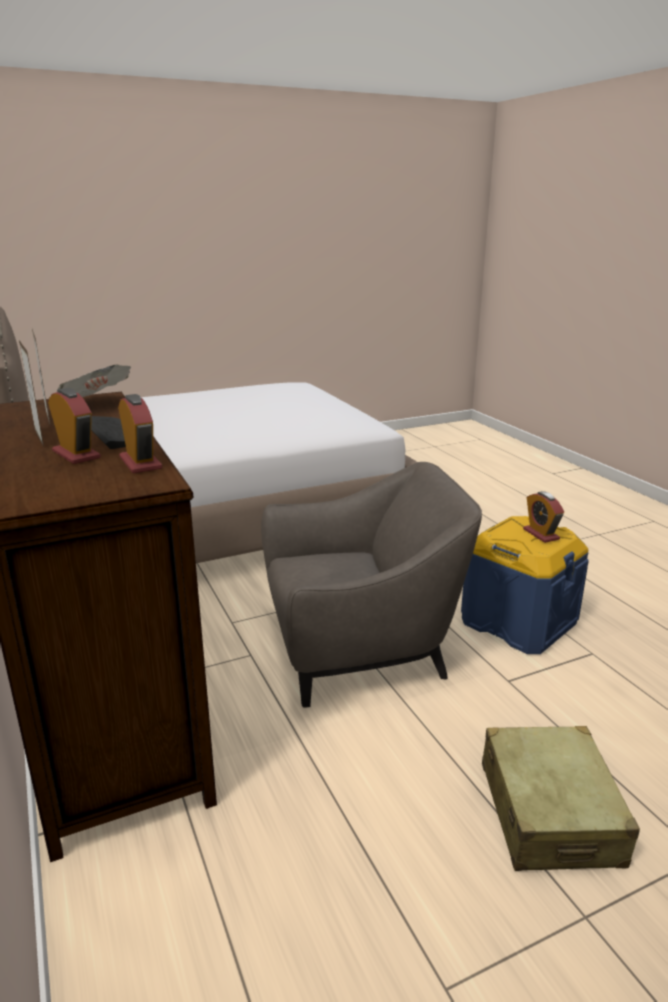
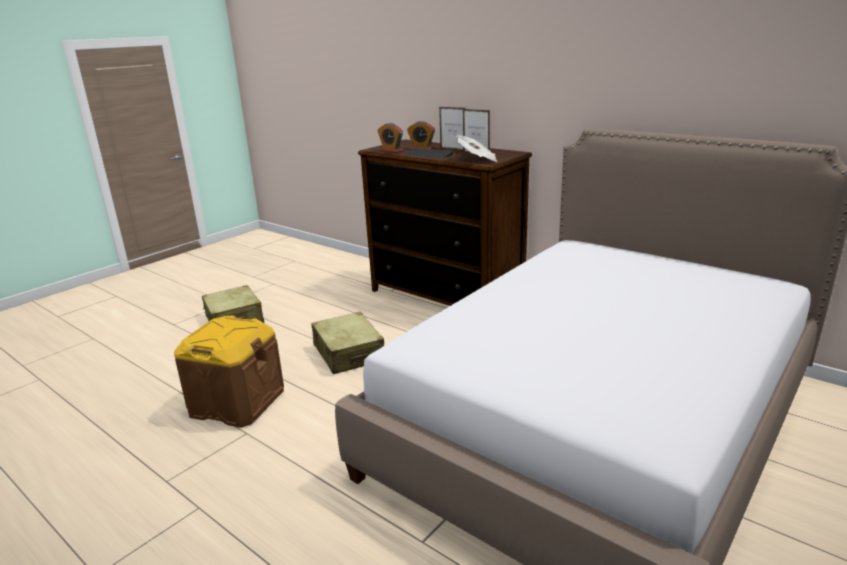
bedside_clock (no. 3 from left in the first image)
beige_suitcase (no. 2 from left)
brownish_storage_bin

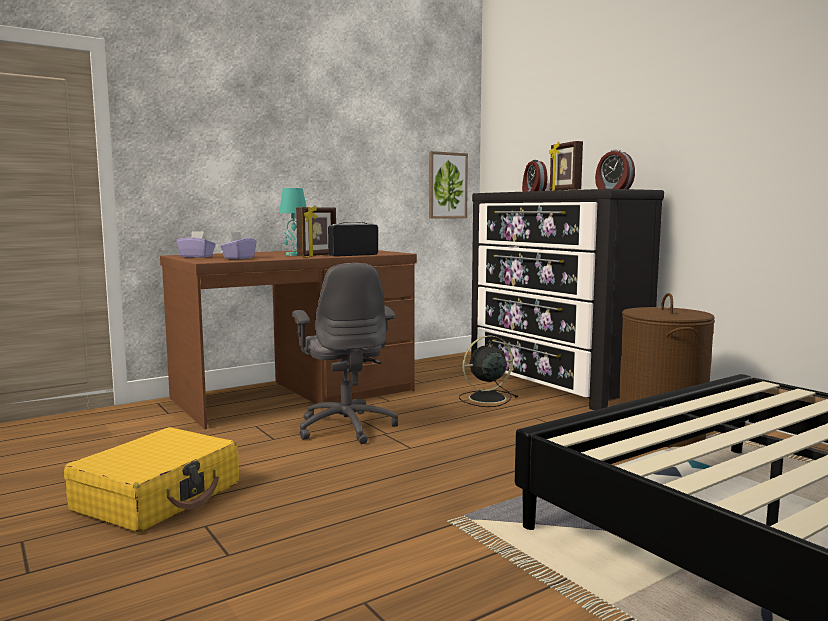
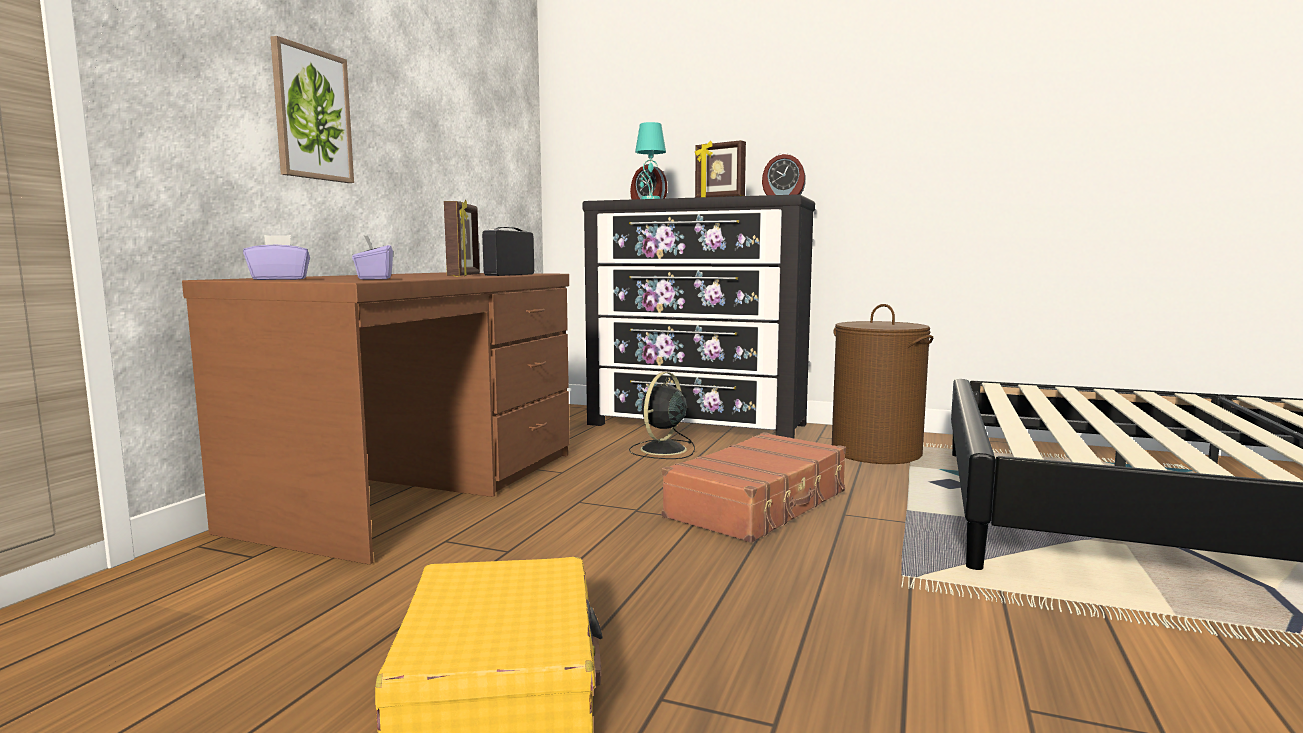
gray_computer_chair
brownish_suitcase
blue-green_table_lamp
wall_picture

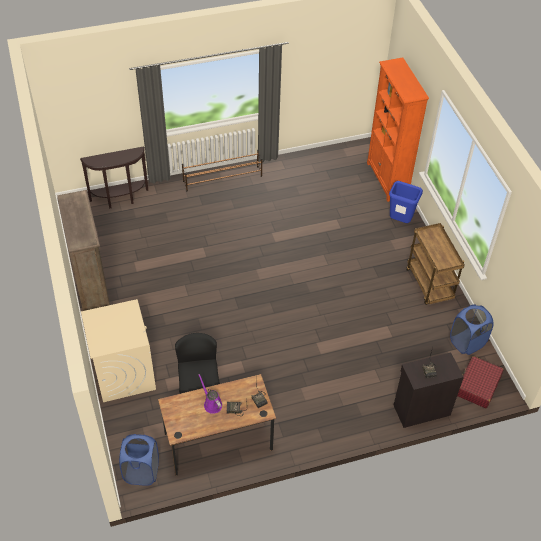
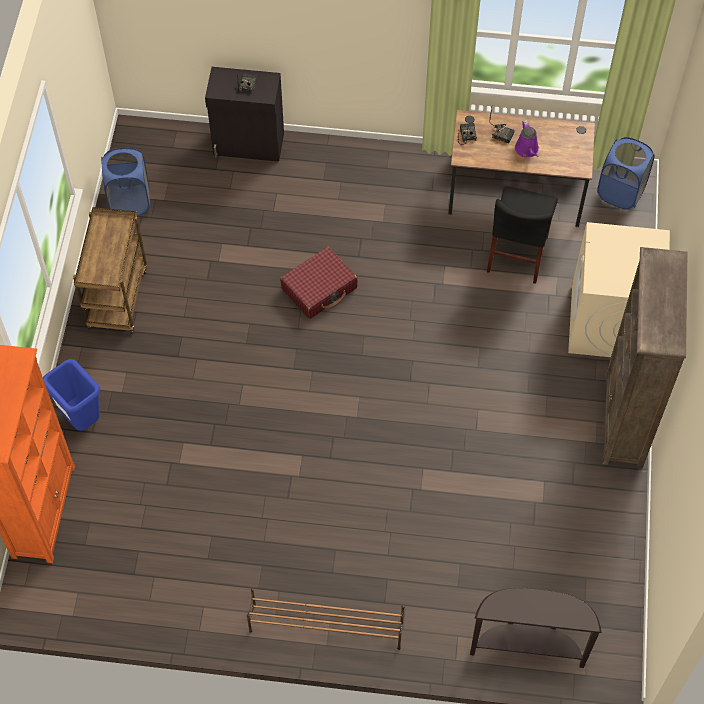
reddish_suitcase

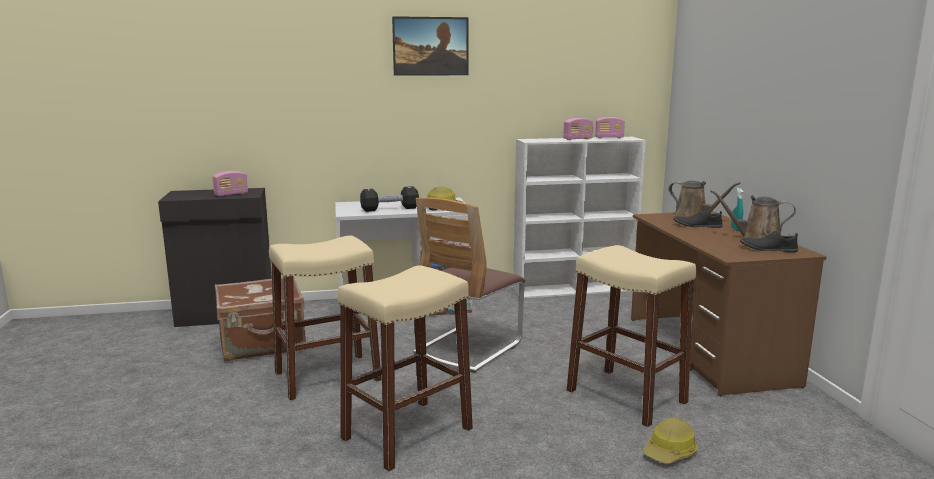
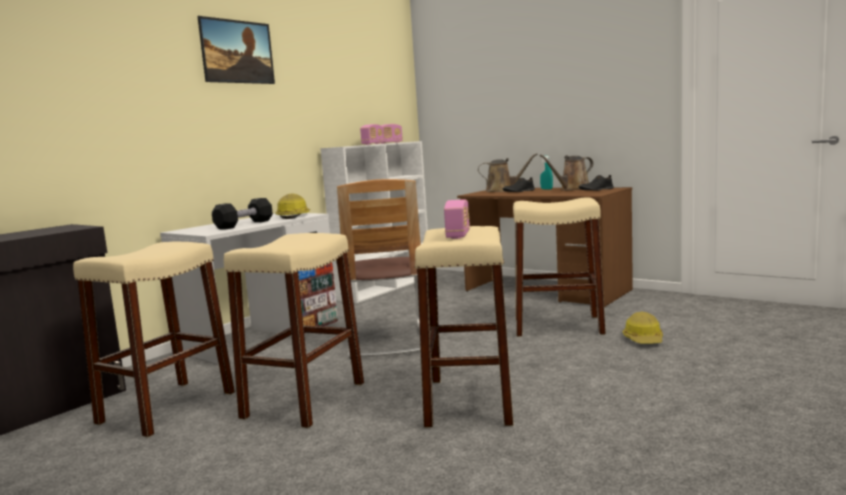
radio_receiver (no. 3 from left)
beige_stool (no. 1 from left)

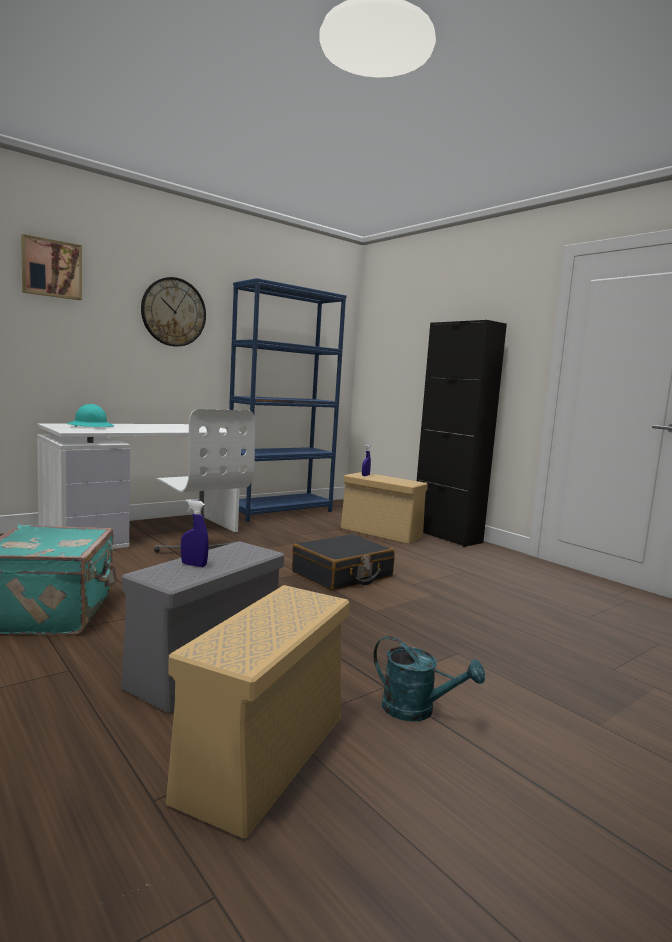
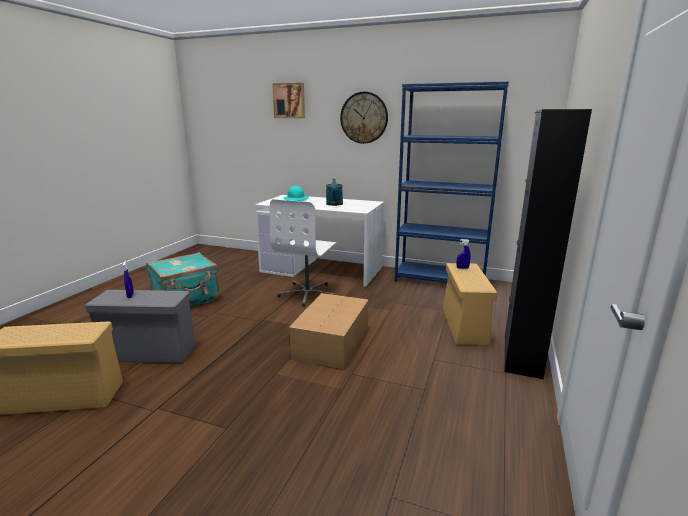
blue-green_sprinkling_can
packing_box

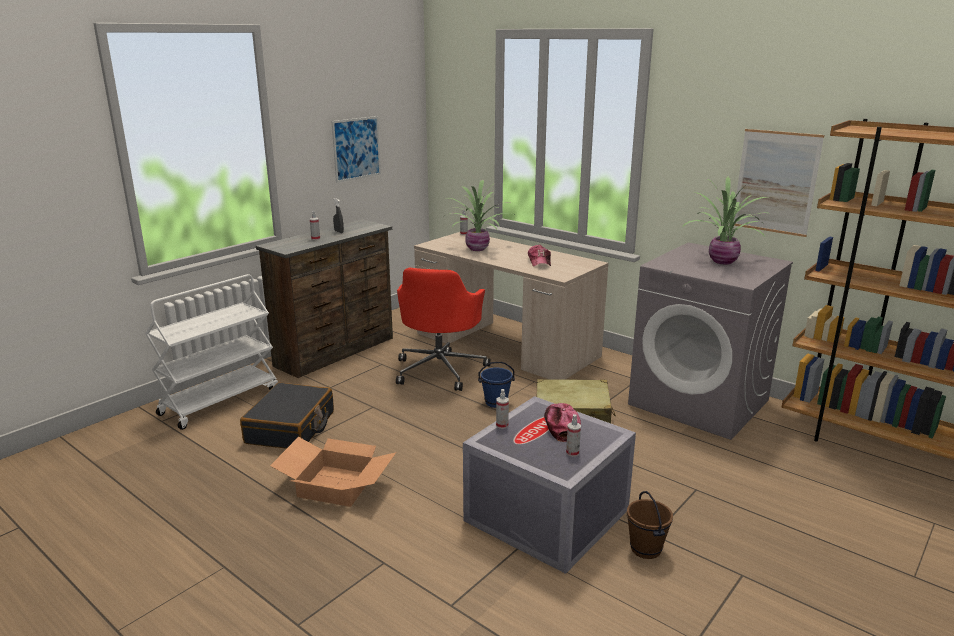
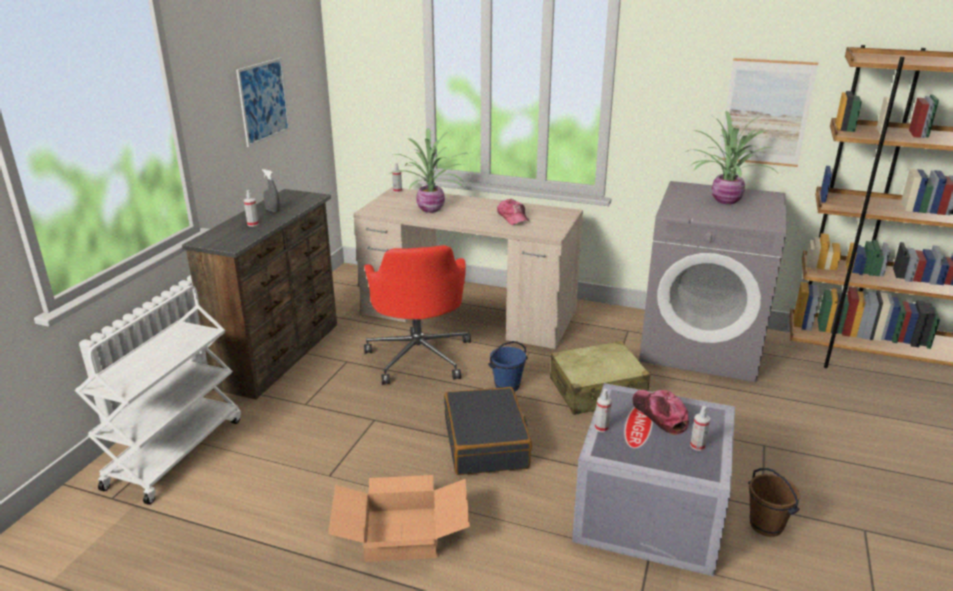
blackish_suitcase

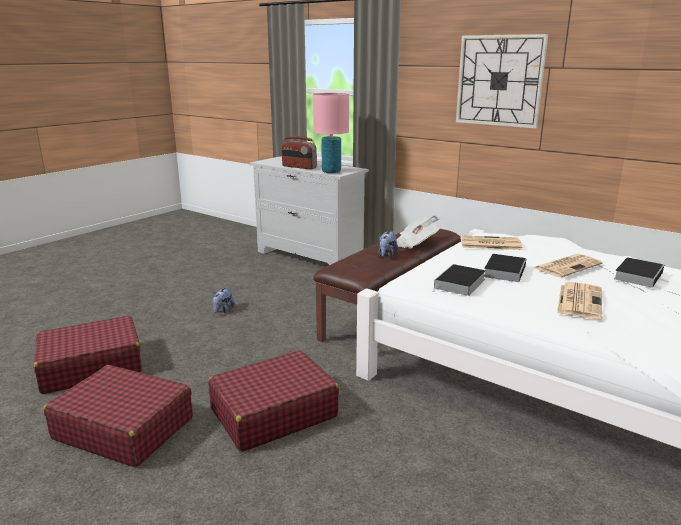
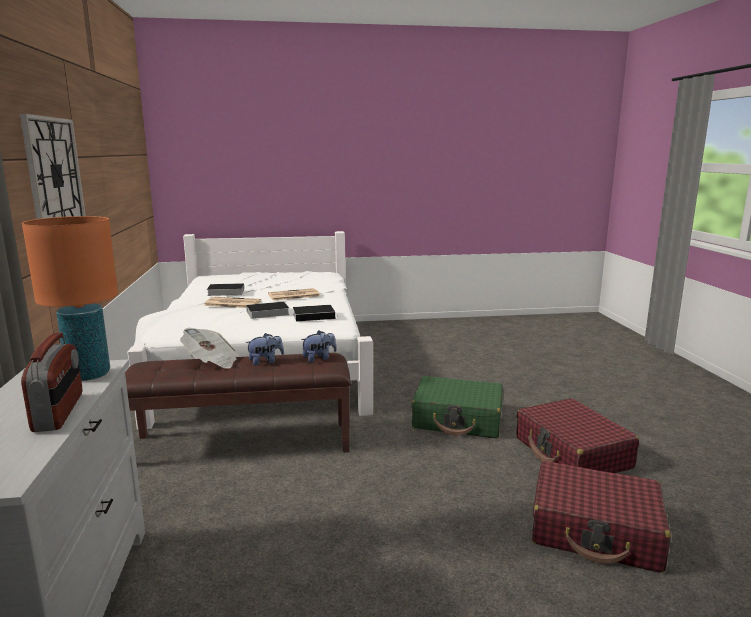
printed_paper (no. 2 from left in the first image)
cuddly_toy (no. 2 from left)
greenish_suitcase
orange_table_lamp

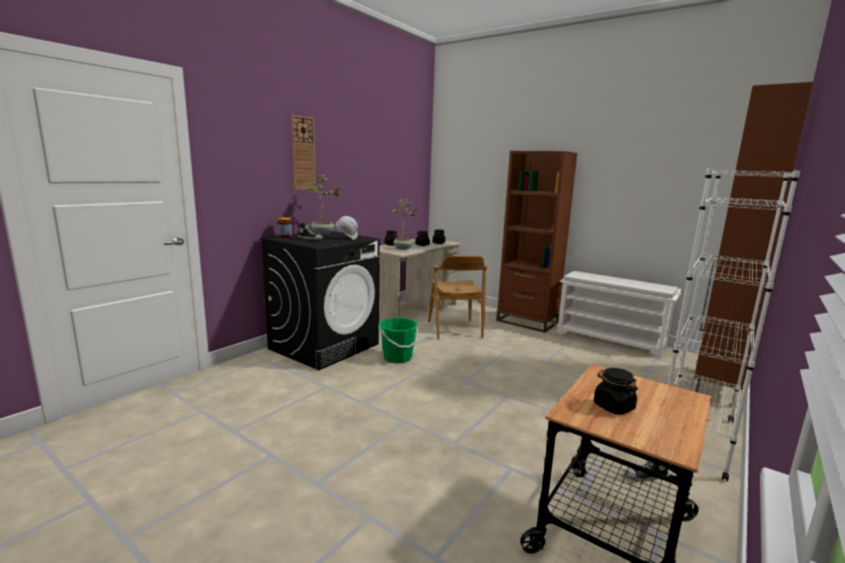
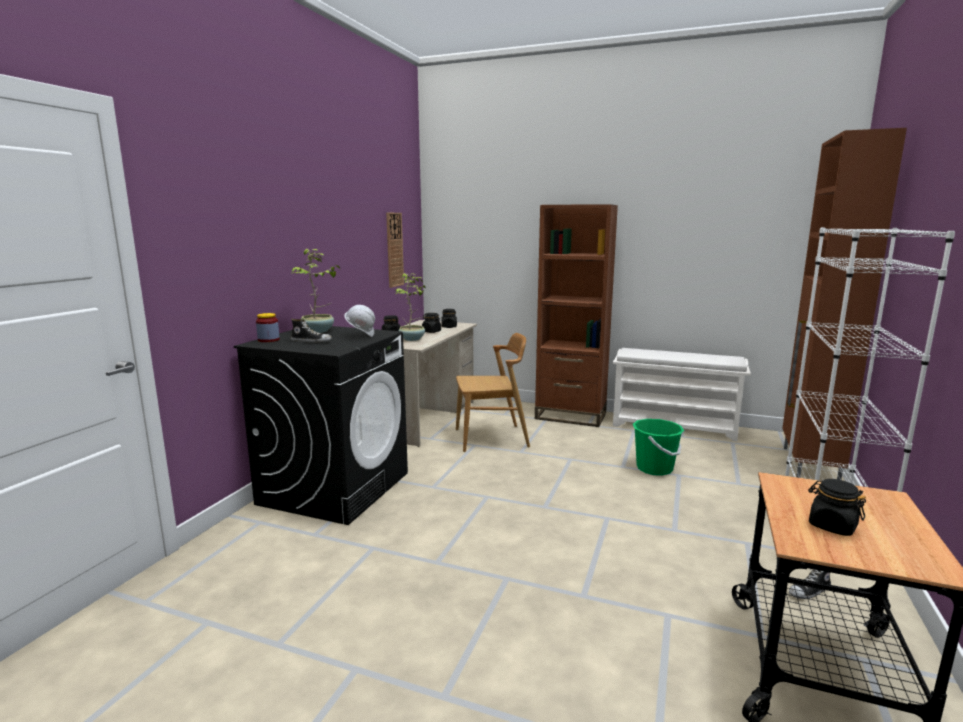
clock_on_the_wall
greenish_water_bucket
brownish_plain_chair

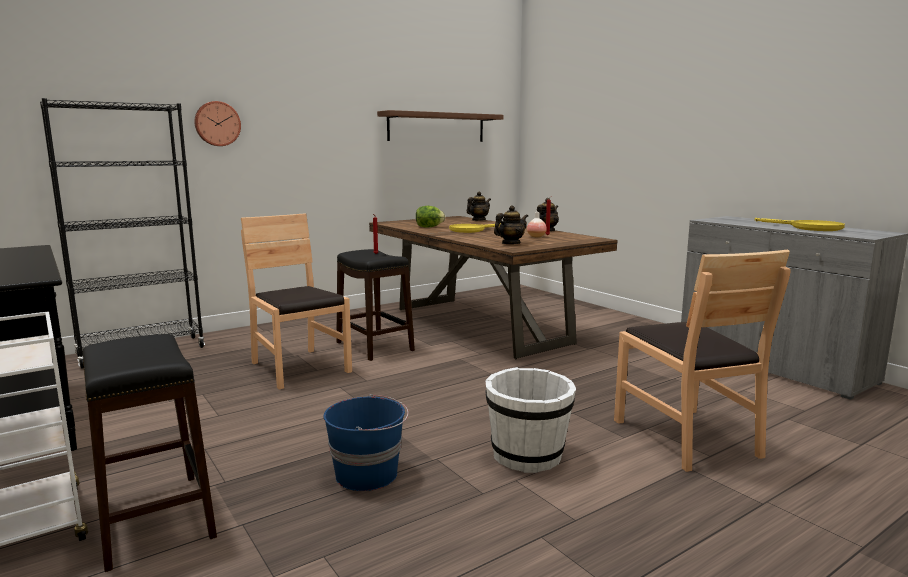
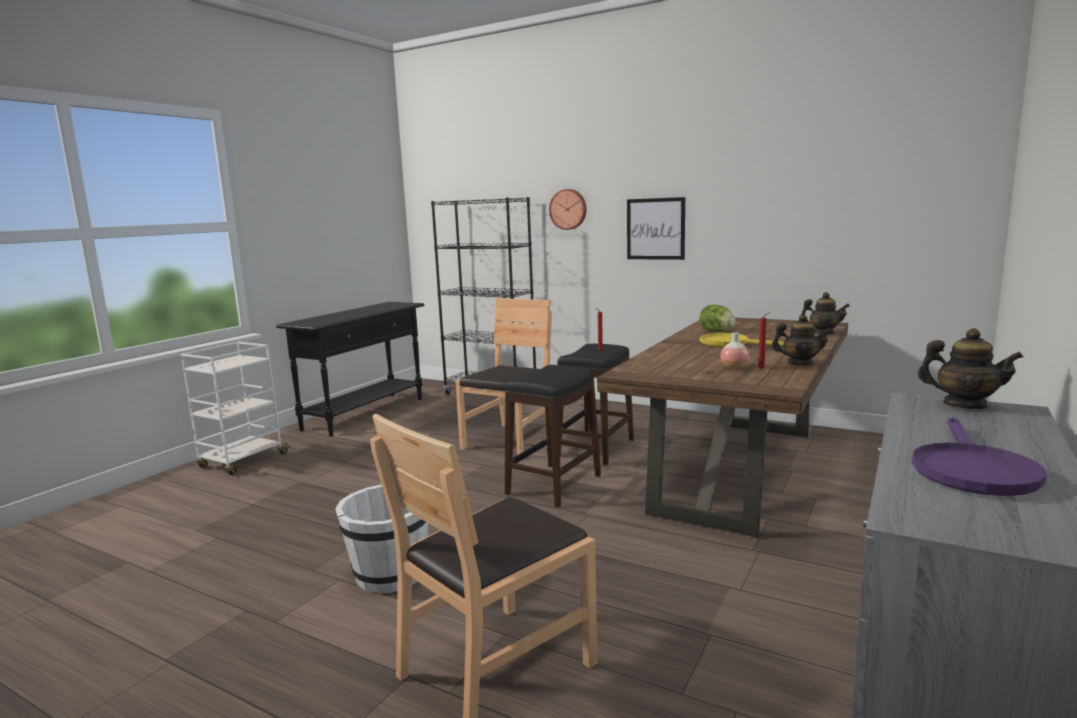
blue-coloured_water_bucket
brownish_bracket_shelf
wall_picture
blackish_stool (no. 1 from left)
teapot (no. 3 from left)
purple-coloured_frying_pan

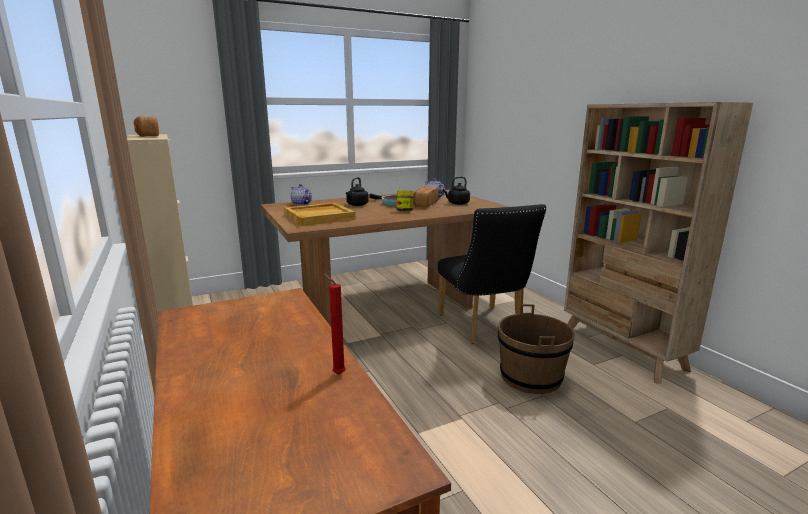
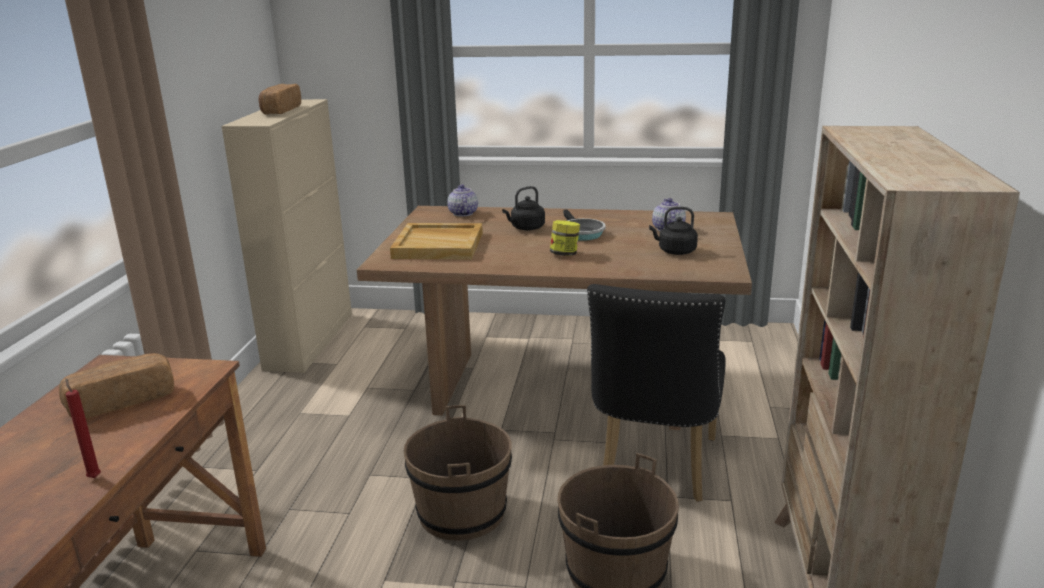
brownish_water_bucket (no. 1 from left)
bakery_bread (no. 1 from left)

